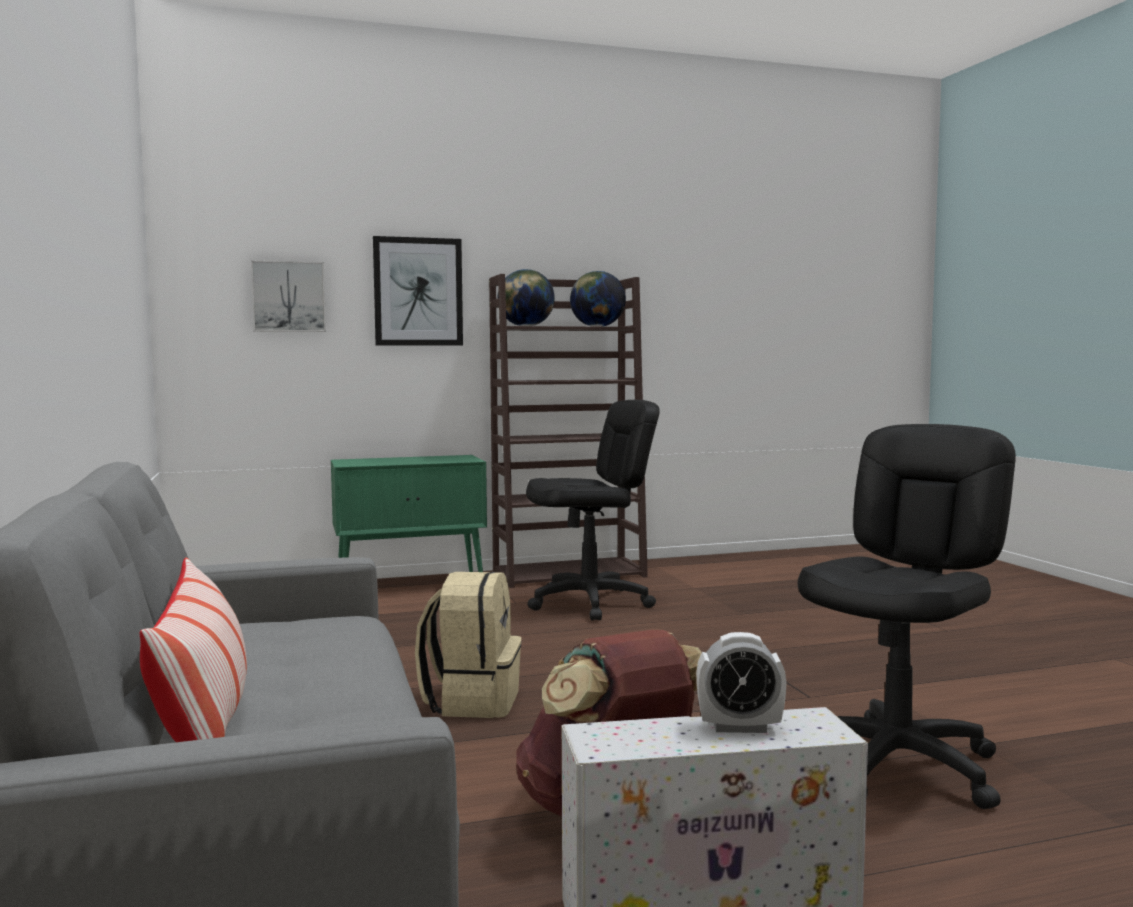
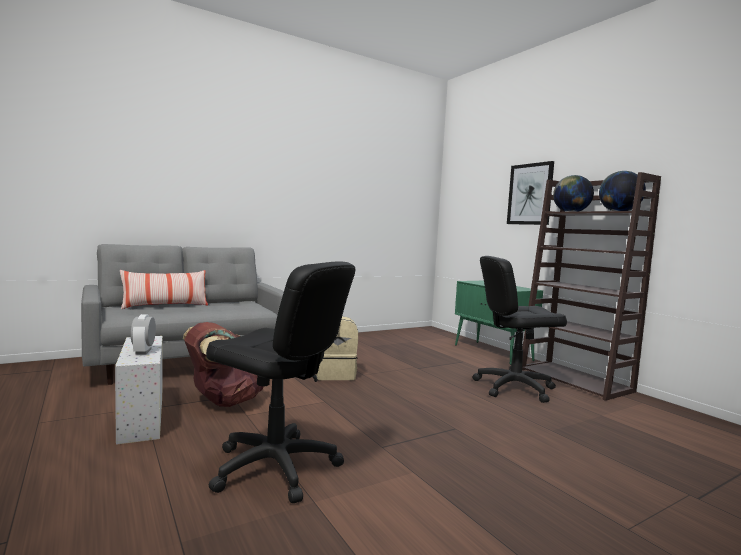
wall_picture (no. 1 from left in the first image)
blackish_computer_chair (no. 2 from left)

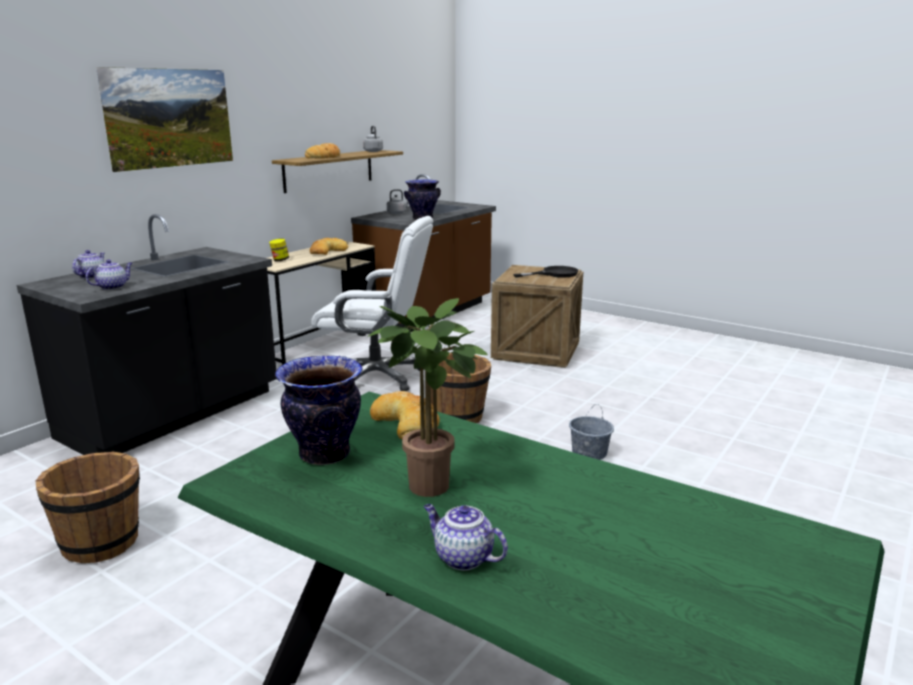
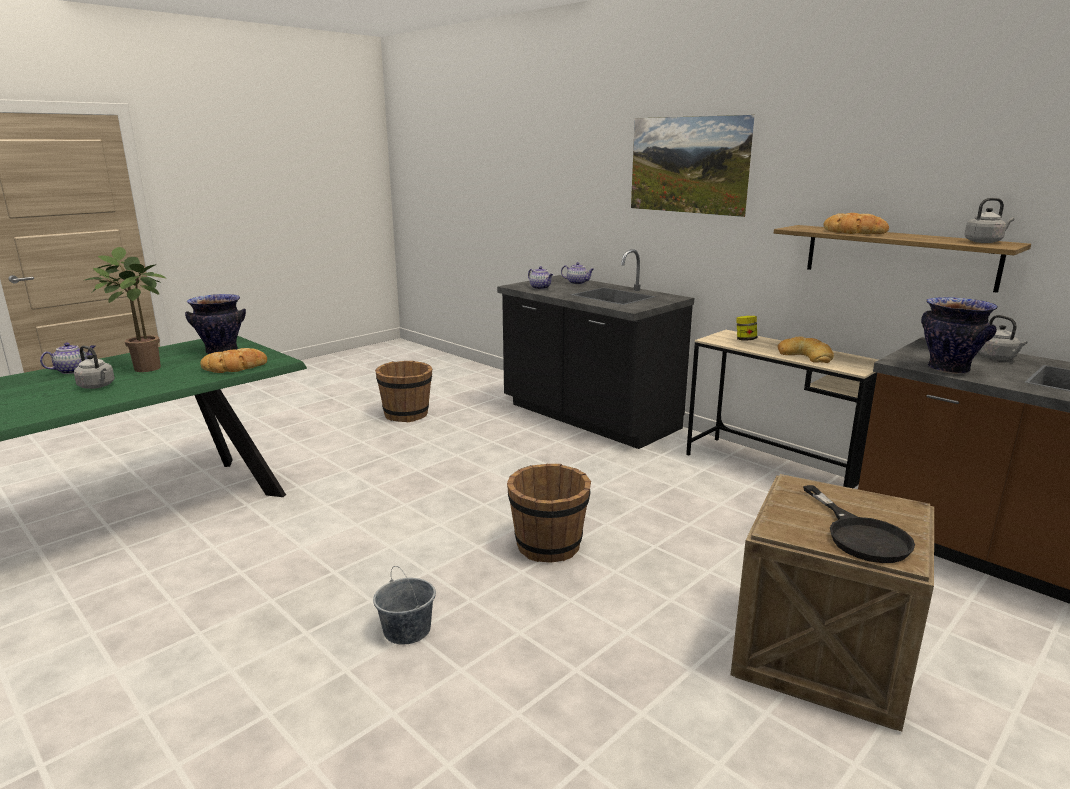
white-coloured_computer_chair
gray_kettle (no. 1 from left)

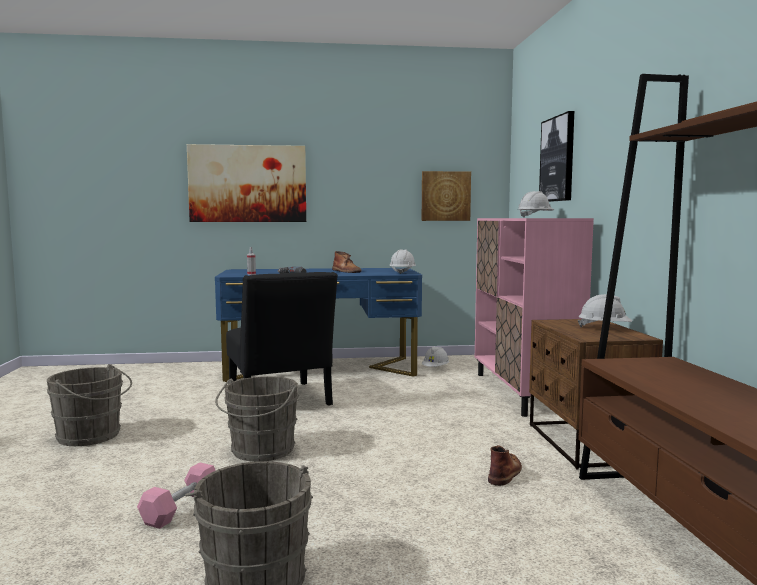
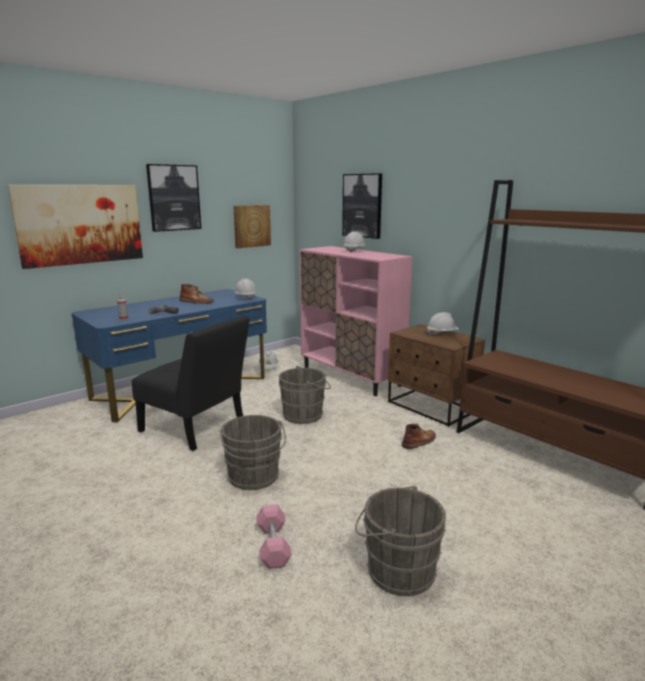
wall_picture (no. 2 from left)
gray_water_bucket (no. 2 from left)
brownish_boot (no. 2 from left)

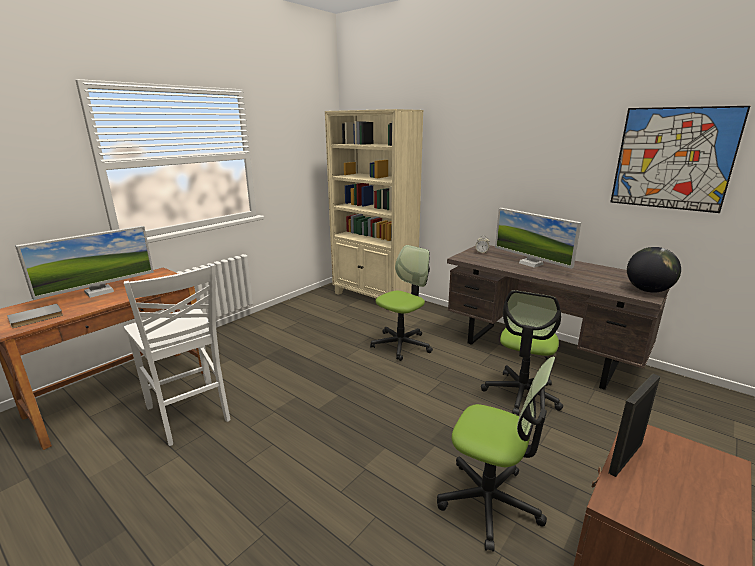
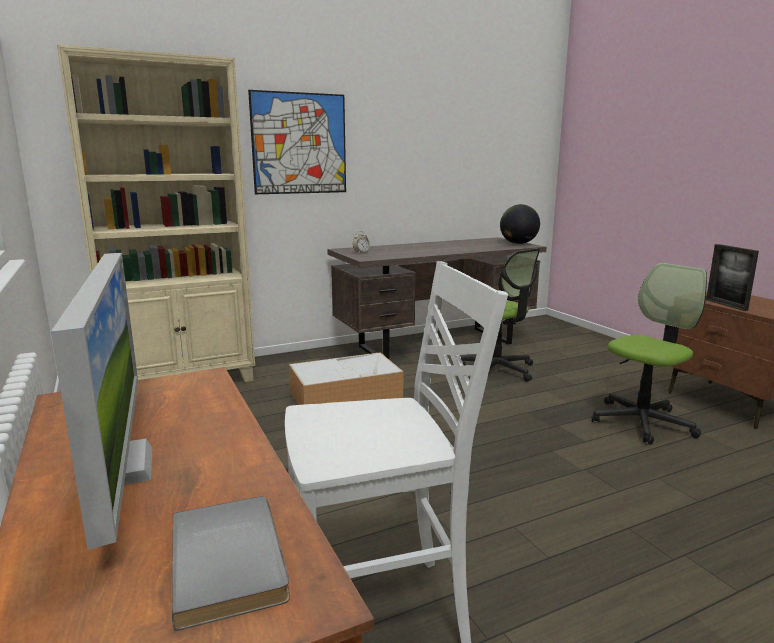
computer_display (no. 2 from left in the first image)
wall_picture
storage_bin

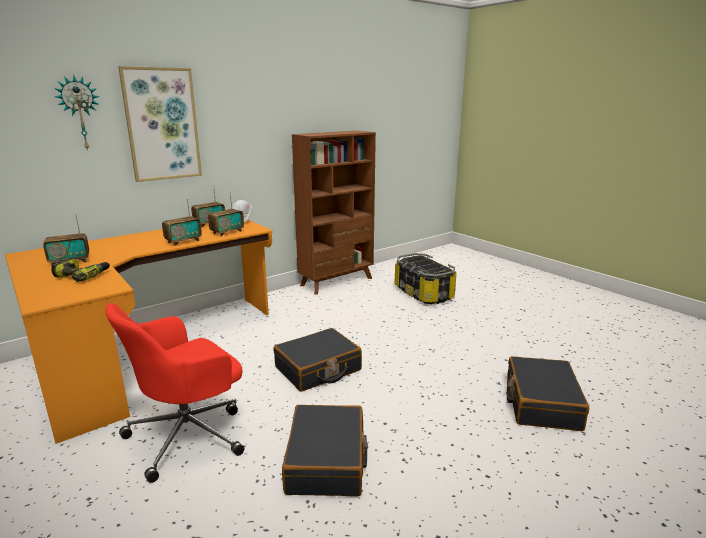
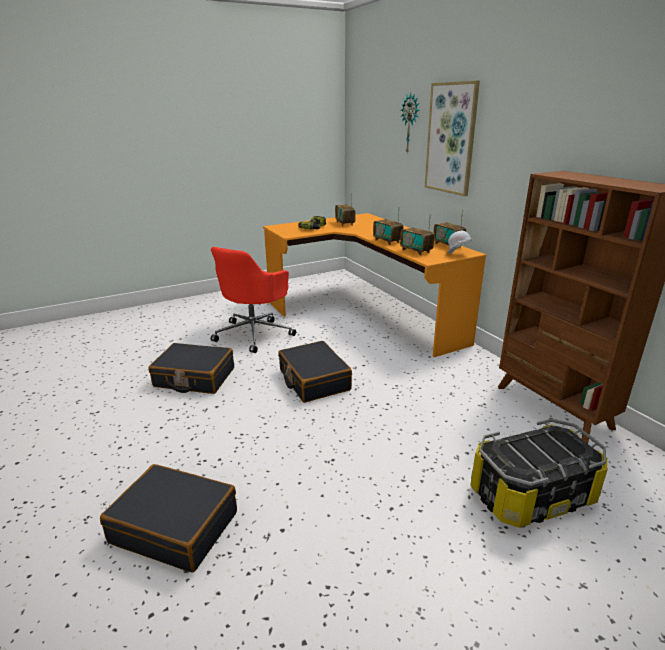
reddish_computer_chair

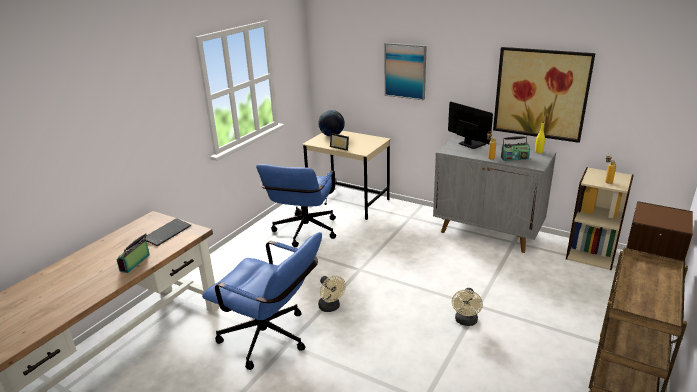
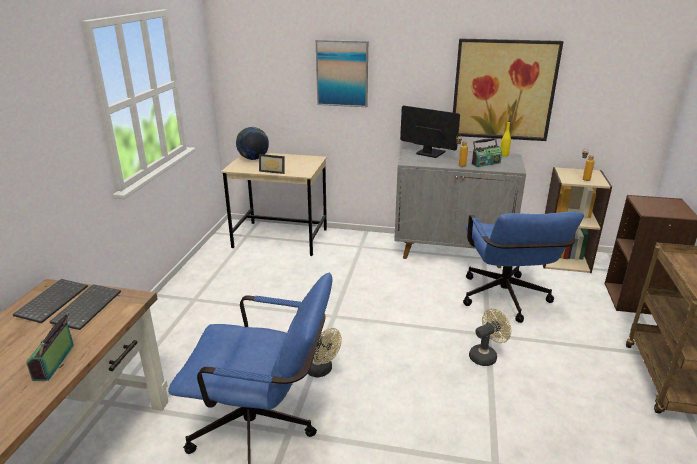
computer_keyboard (no. 1 from left)
blue-coloured_computer_chair (no. 2 from left)
beige_electric_fan (no. 2 from left)

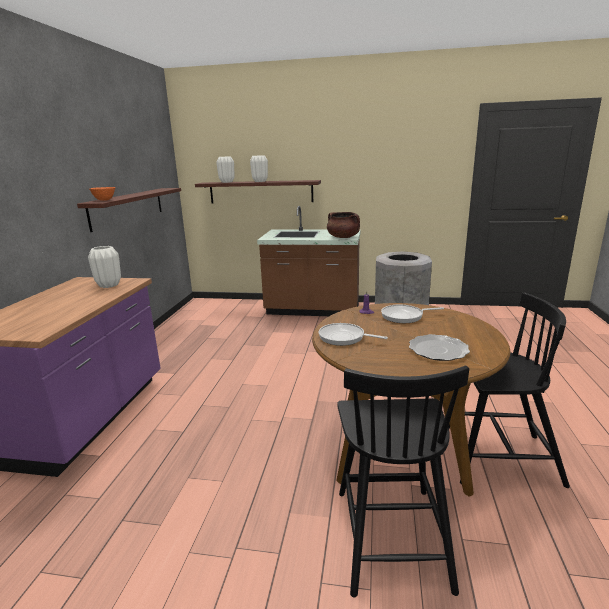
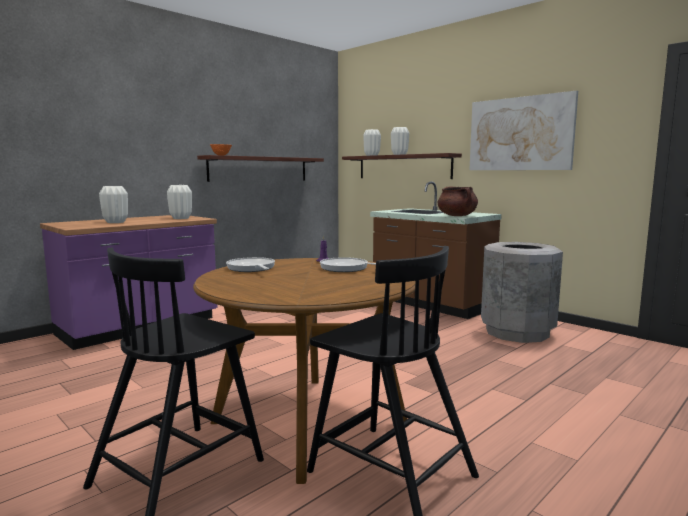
flat_dish
white-coloured_decorative_vase (no. 1 from left)
wall_picture

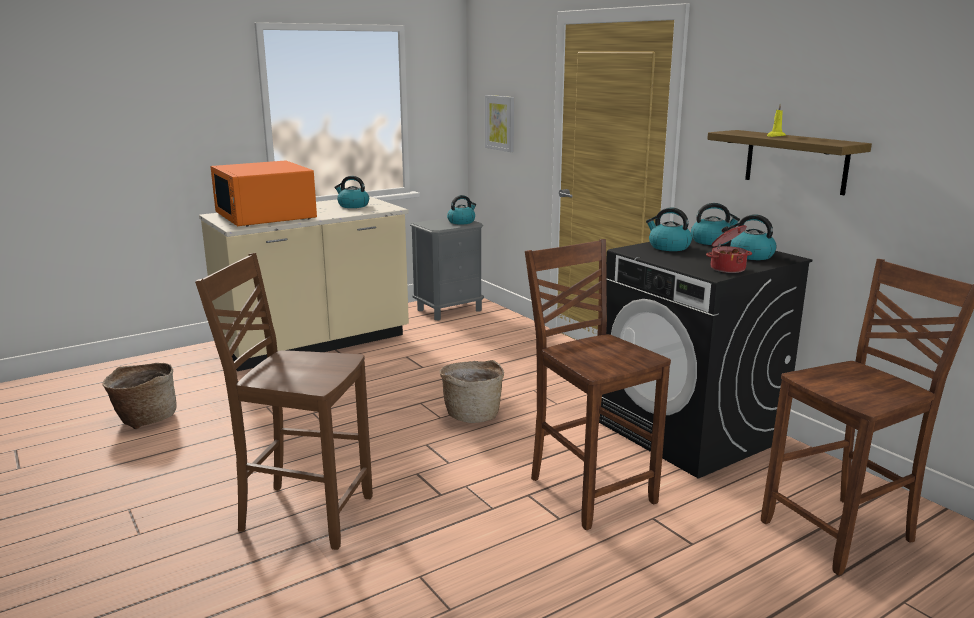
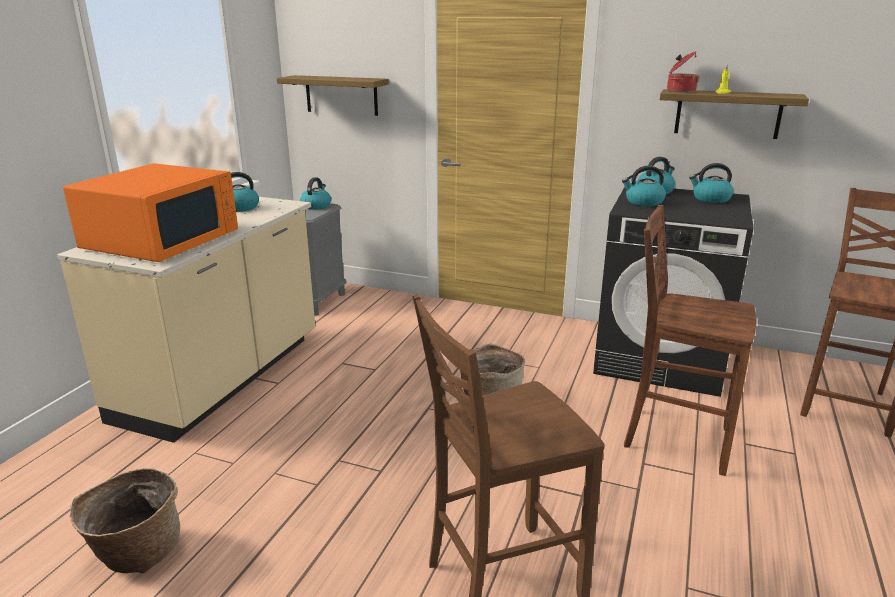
saucepot
bracket_shelf (no. 1 from left)
orange_microwave_oven

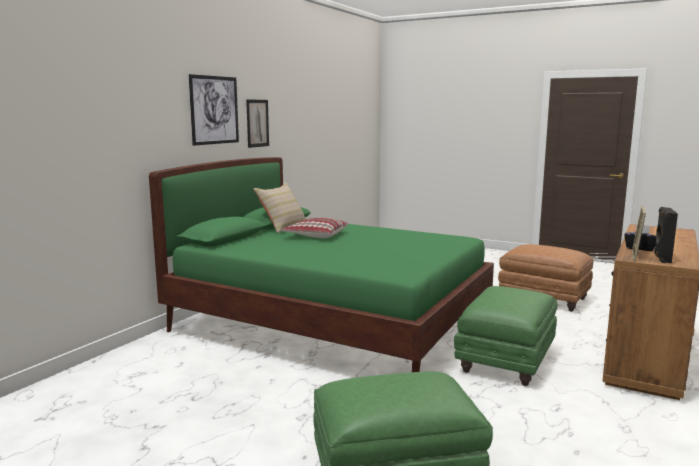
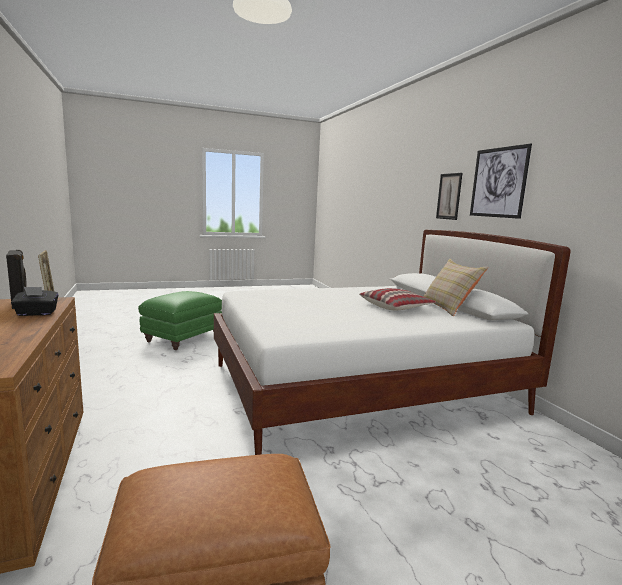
greenish_pouffe (no. 2 from left in the first image)
wall_picture (no. 1 from left)
white-coloured_bedroom_bed

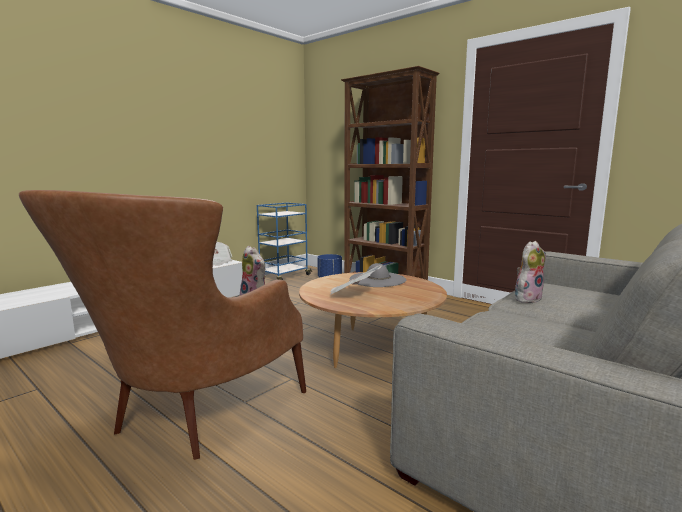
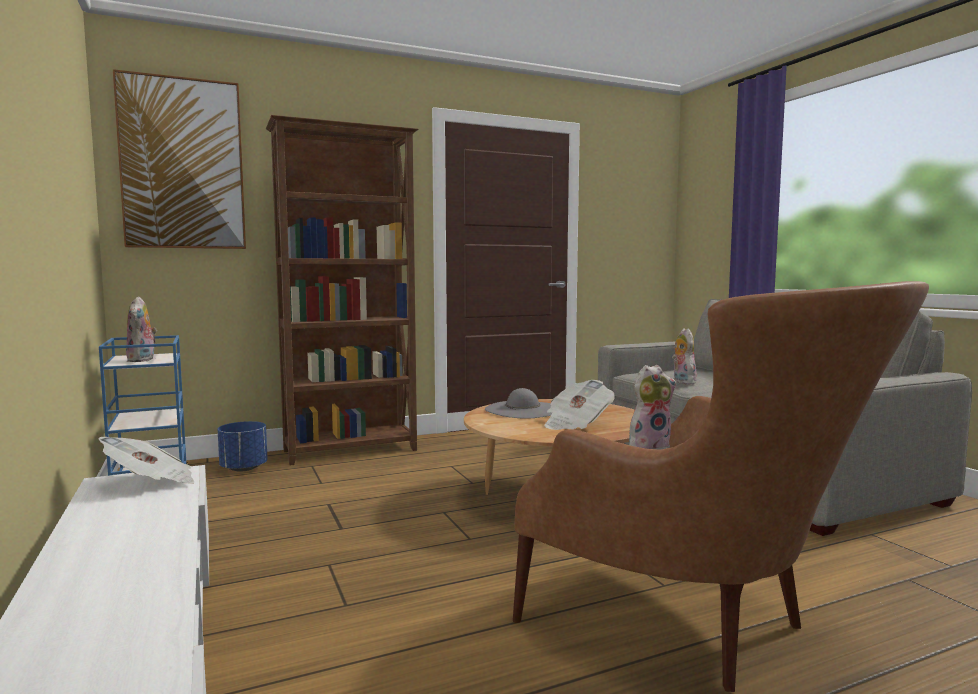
wall_picture
cuddly_toy (no. 1 from left)

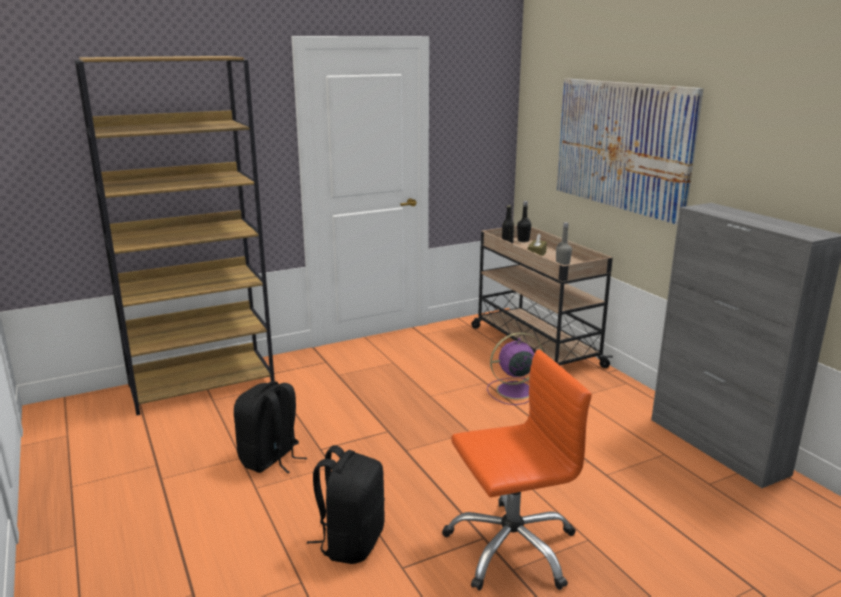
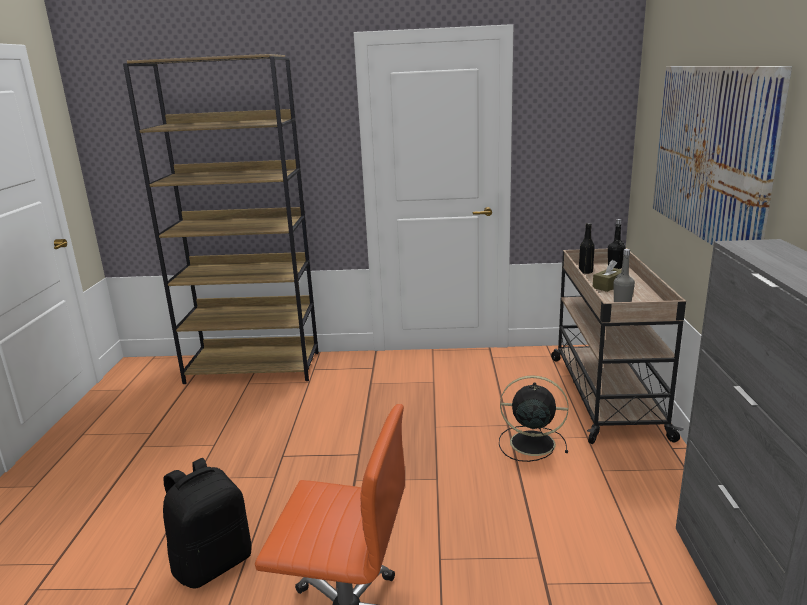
blackish_rucksack (no. 1 from left in the first image)
blackish_electric_fan

